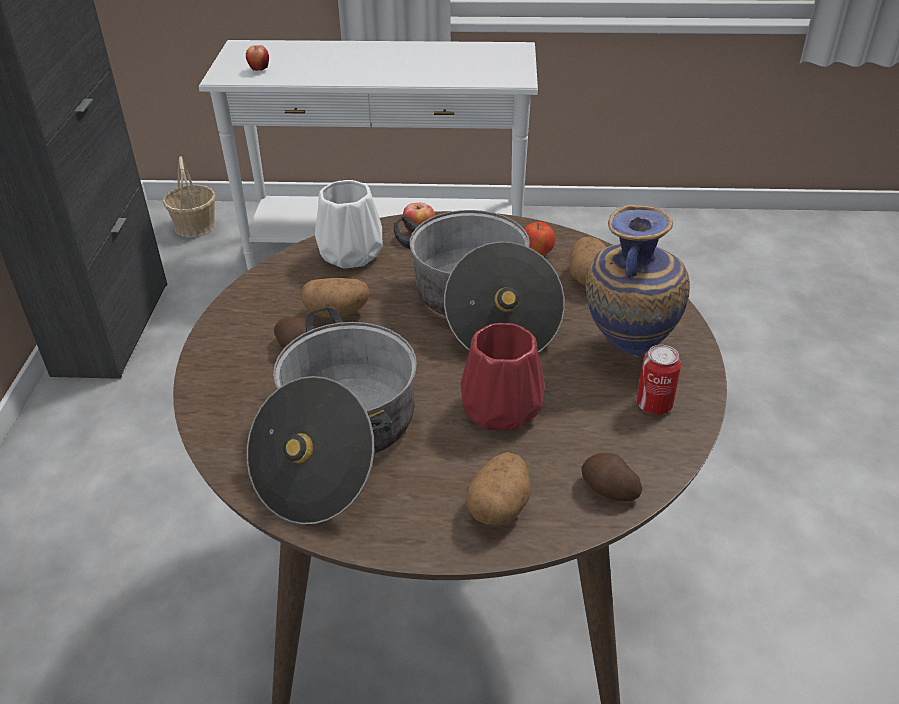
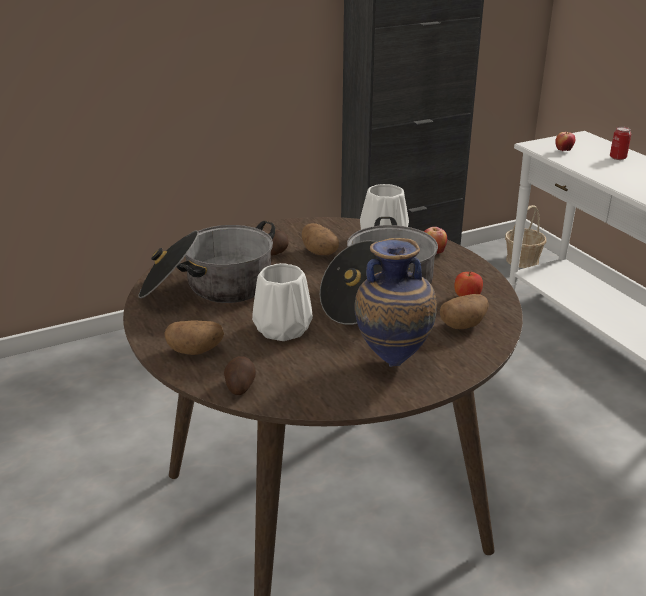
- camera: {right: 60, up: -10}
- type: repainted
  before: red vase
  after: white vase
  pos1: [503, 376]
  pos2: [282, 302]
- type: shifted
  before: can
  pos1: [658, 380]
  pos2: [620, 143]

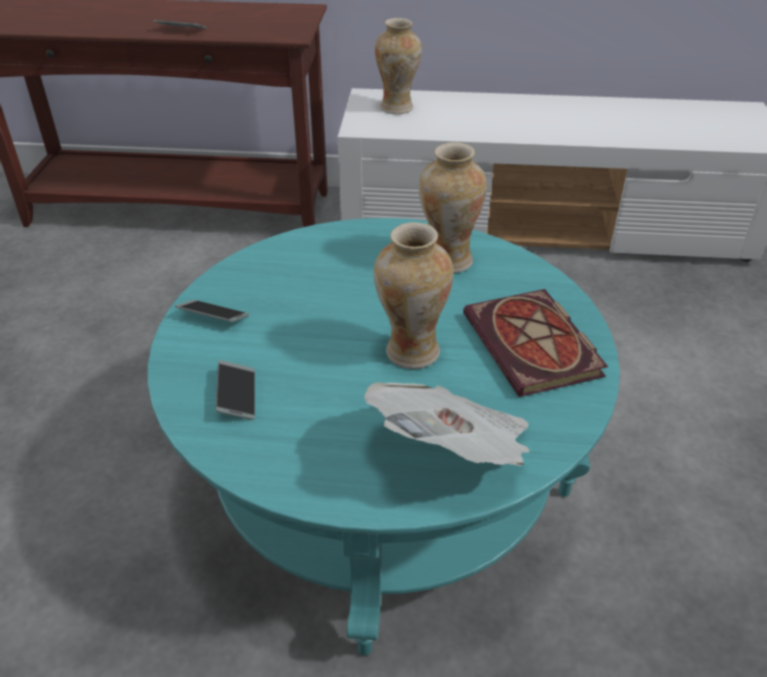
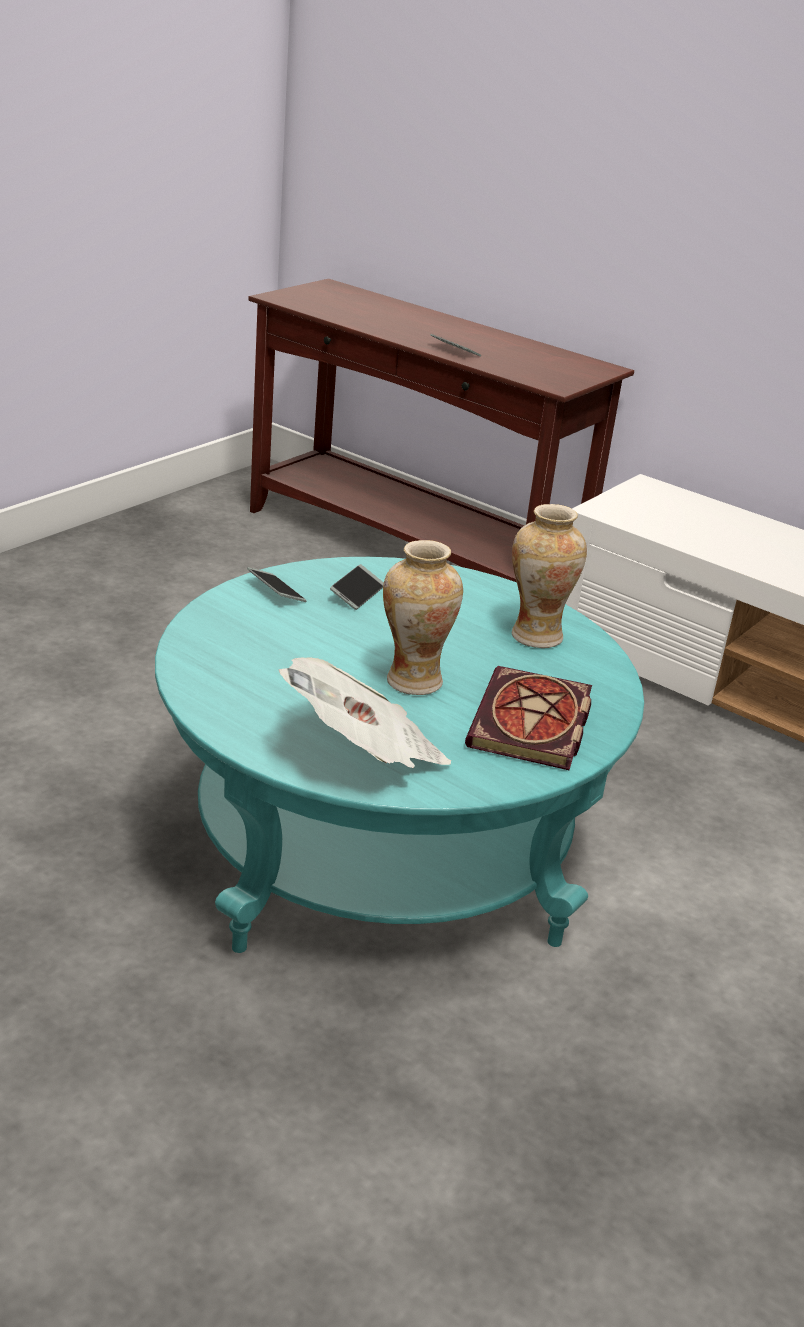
- camera: {right: 30, up: -10}
- type: shifted
  before: phone
  pos1: [235, 390]
  pos2: [357, 587]
- type: gone
  before: vase
  pos1: [398, 66]

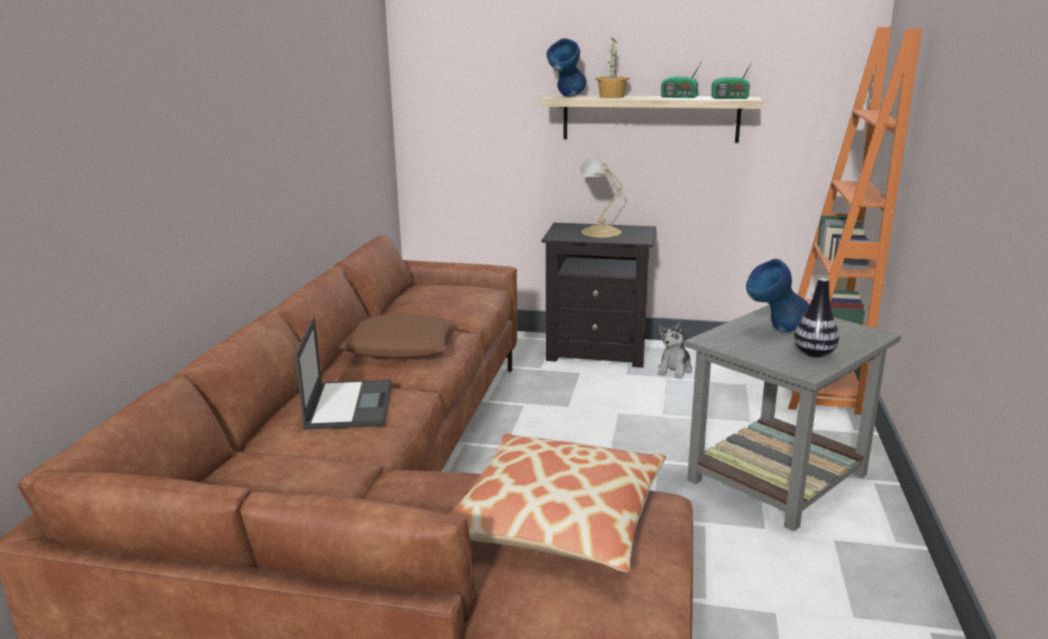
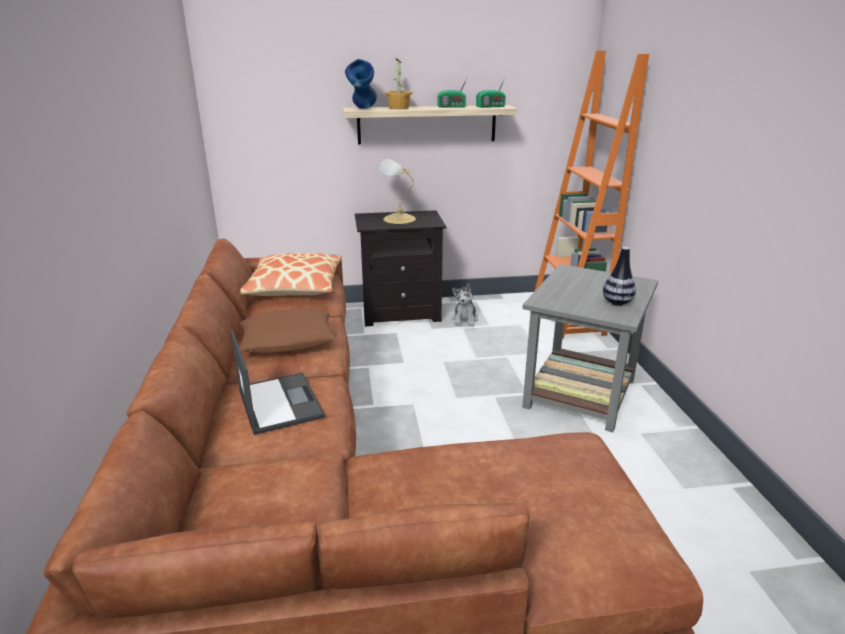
- camera: {right: -20, up: 5}
- type: shifted
  before: pillow
  pos1: [557, 503]
  pos2: [291, 274]
- type: gone
  before: blue vase
  pos1: [777, 295]

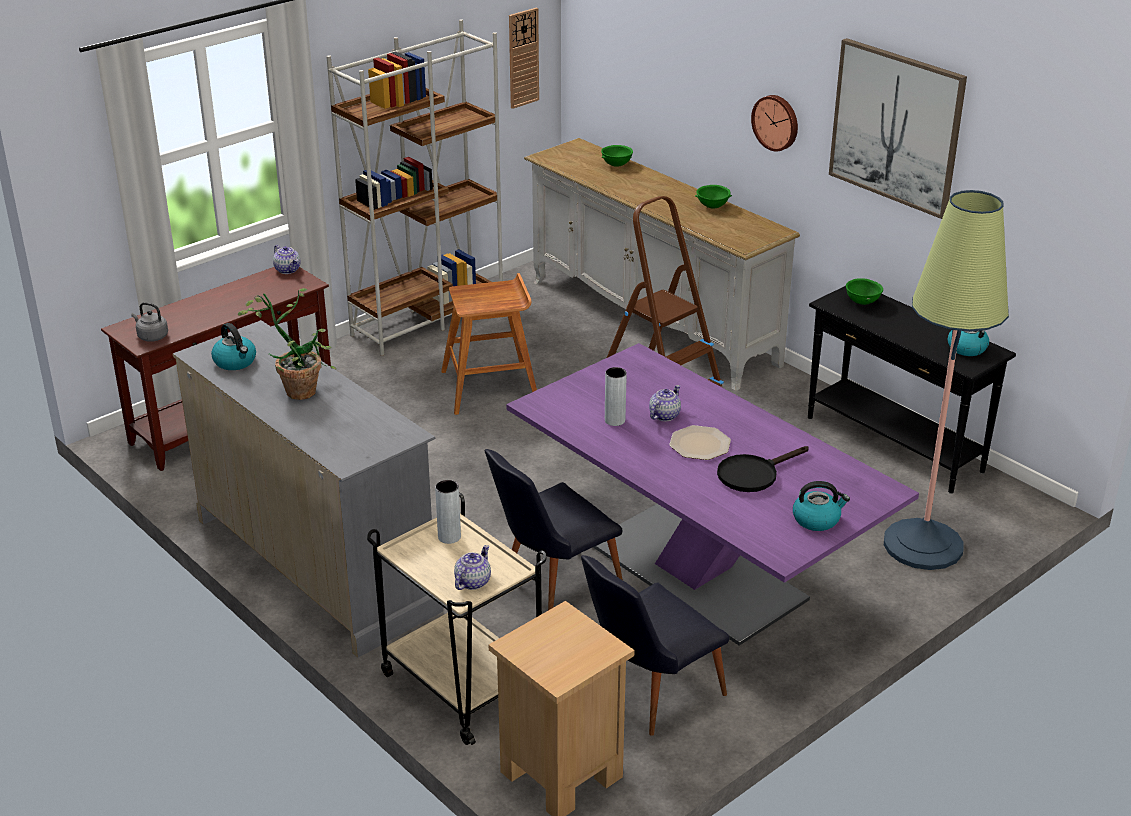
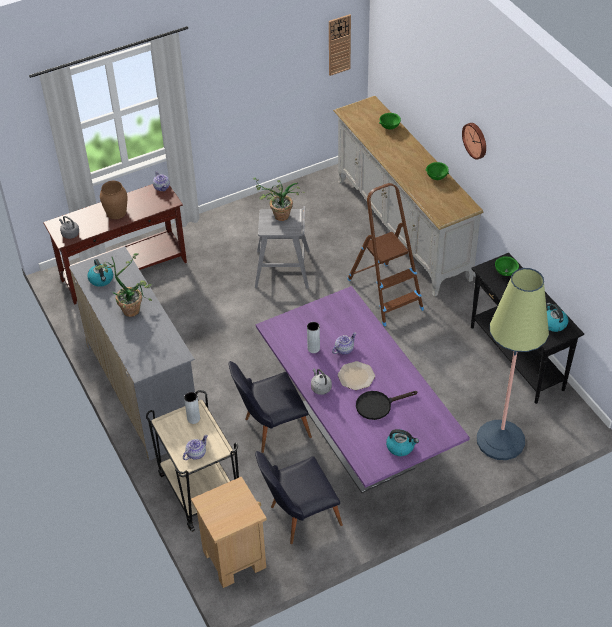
- camera: {right: 15, up: 15}
- type: gone
  before: brown bookcase
  pos1: [414, 187]
- type: repainted
  before: brown stool
  after: grey stool
  pos1: [489, 344]
  pos2: [282, 247]
- type: gone
  before: picture
  pos1: [898, 128]
- type: new
  after: brown vase
  pos2: [113, 200]
- type: new
  after: potted plant
  pos2: [278, 199]
- type: new
  after: grey kettle
  pos2: [321, 382]

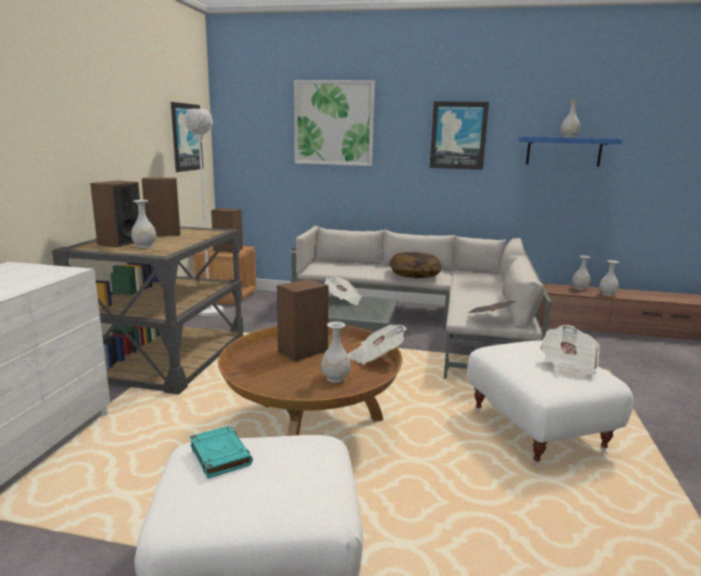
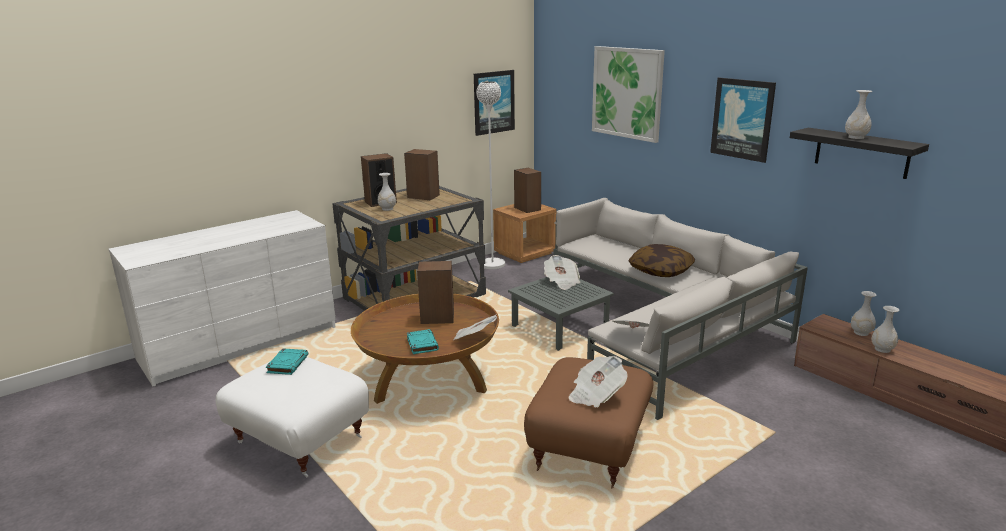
- camera: {right: 40, up: 5}
- type: swapped
  before: white vase
  after: turquoise book
  pos1: [336, 352]
  pos2: [423, 341]
- type: repainted
  before: white ottoman
  after: brown ottoman
  pos1: [550, 404]
  pos2: [589, 423]
- type: repainted
  before: blue shelf
  after: black shelf
  pos1: [570, 152]
  pos2: [859, 153]

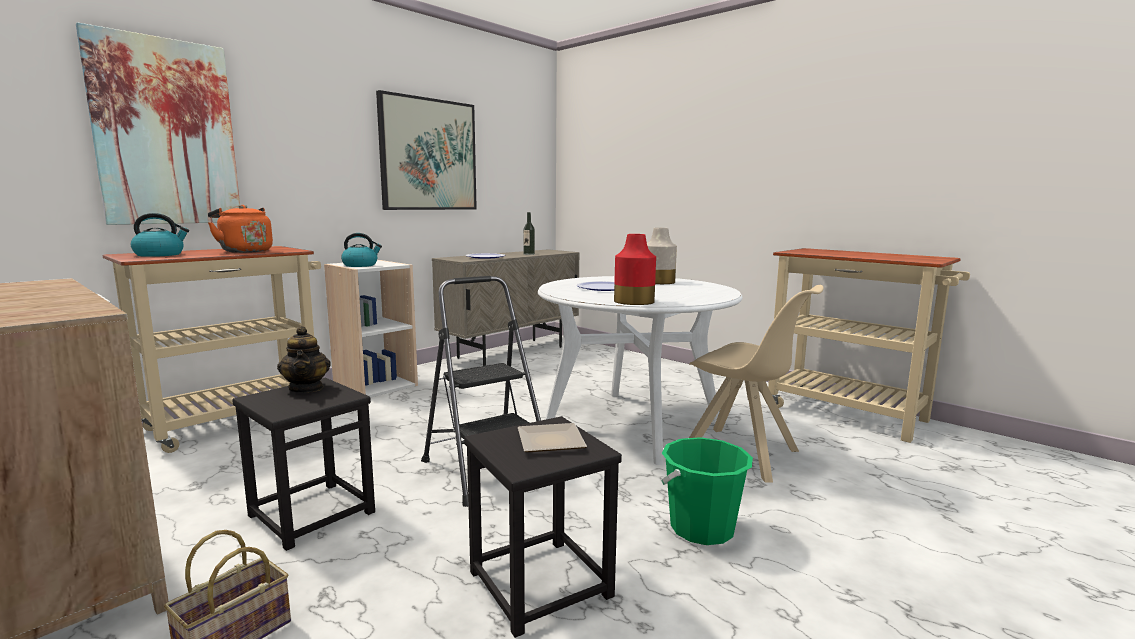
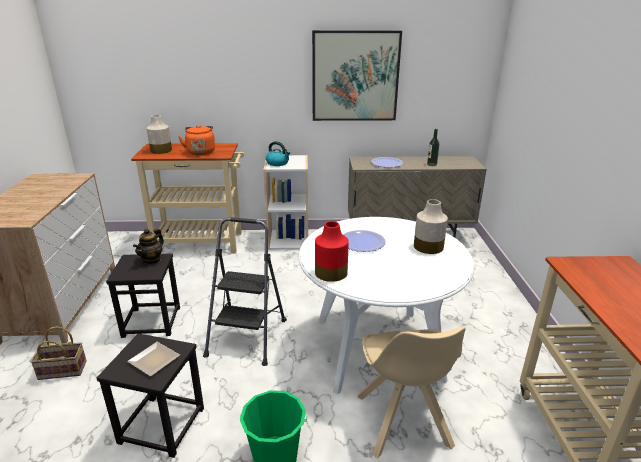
- camera: {right: 45, up: 15}
- type: gone
  before: picture
  pos1: [158, 123]
- type: swapped
  before: kettle
  after: beige vase
  pos1: [160, 235]
  pos2: [159, 134]

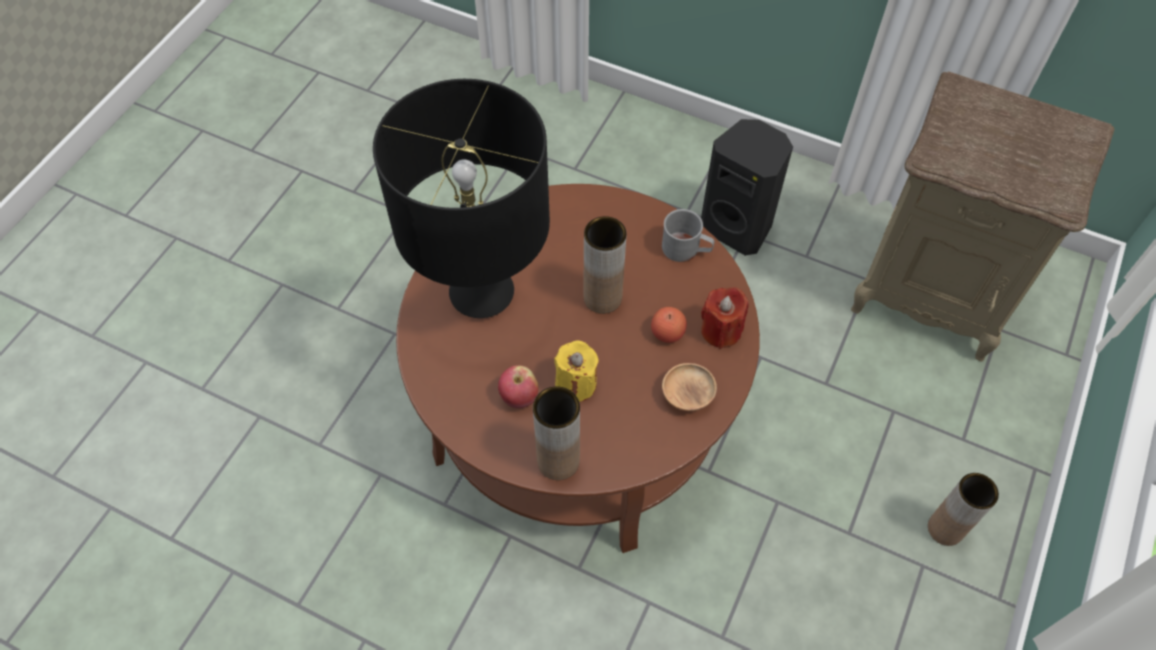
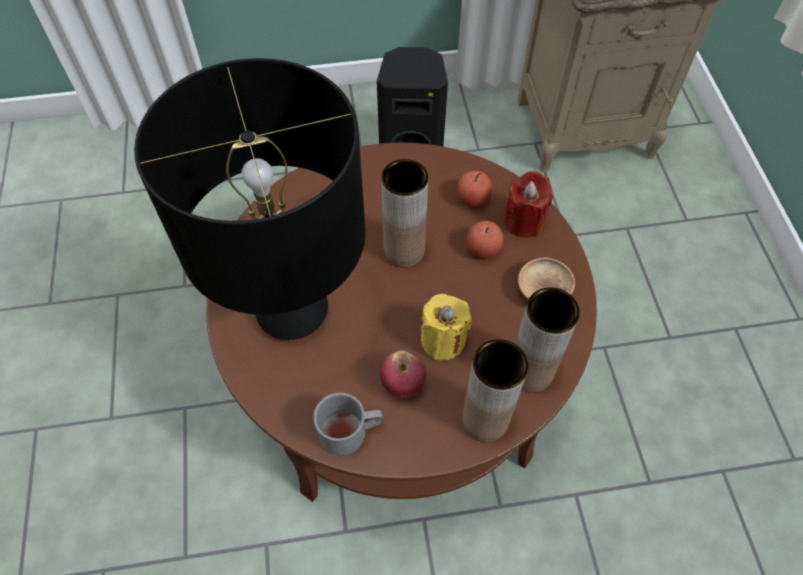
- camera: {right: -35, up: 0}
- type: shifted
  before: grey mug
  pos1: [688, 235]
  pos2: [348, 424]
- type: shifted
  before: brown vase
  pos1: [963, 509]
  pos2: [547, 340]
- type: new
  after: apple
  pos2: [474, 189]

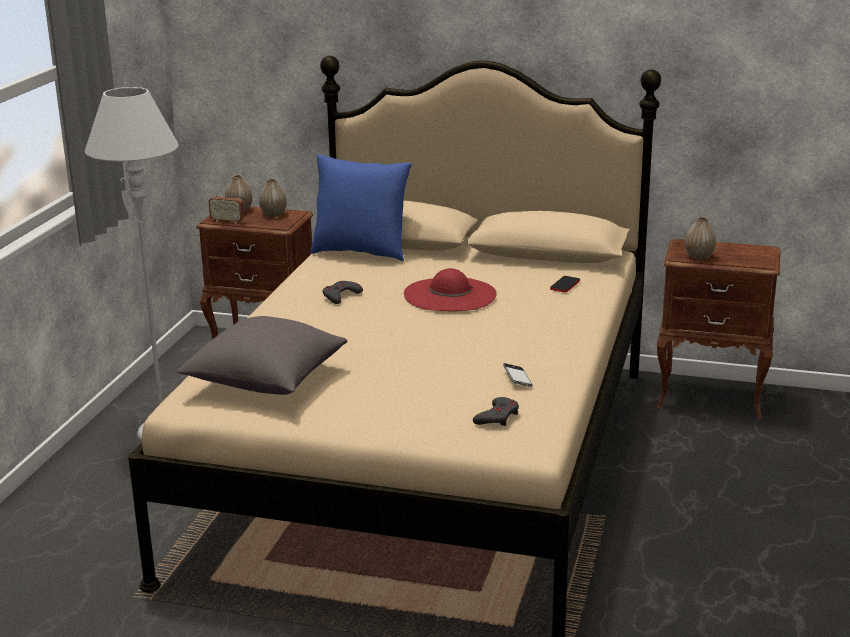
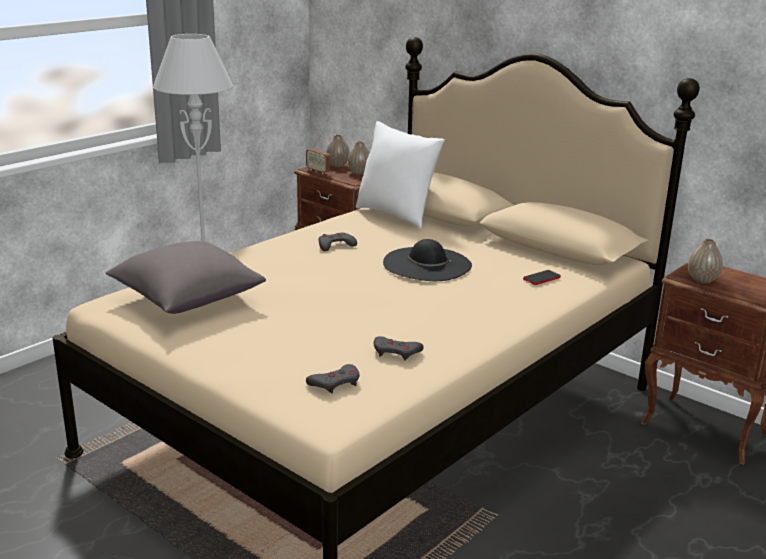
- camera: {right: 25, up: 0}
- type: repainted
  before: blue pillow
  after: white pillow
  pos1: [361, 208]
  pos2: [400, 175]
- type: repainted
  before: red hat
  after: black hat
  pos1: [450, 289]
  pos2: [427, 260]
- type: swapped
  before: phone
  after: grey game controller
  pos1: [518, 375]
  pos2: [399, 348]

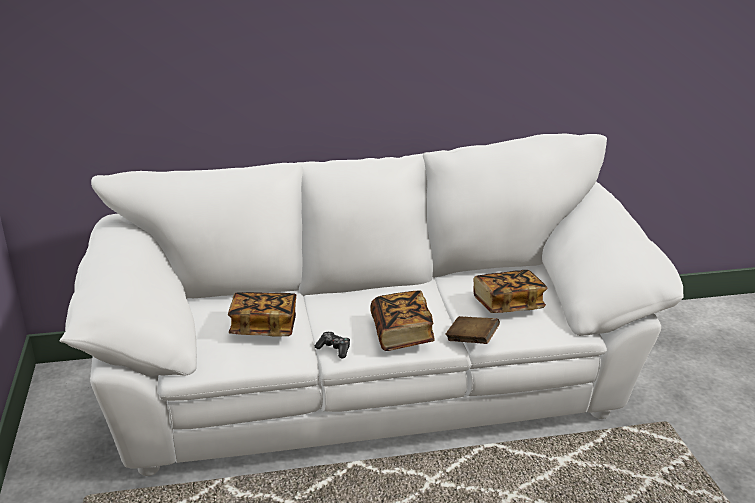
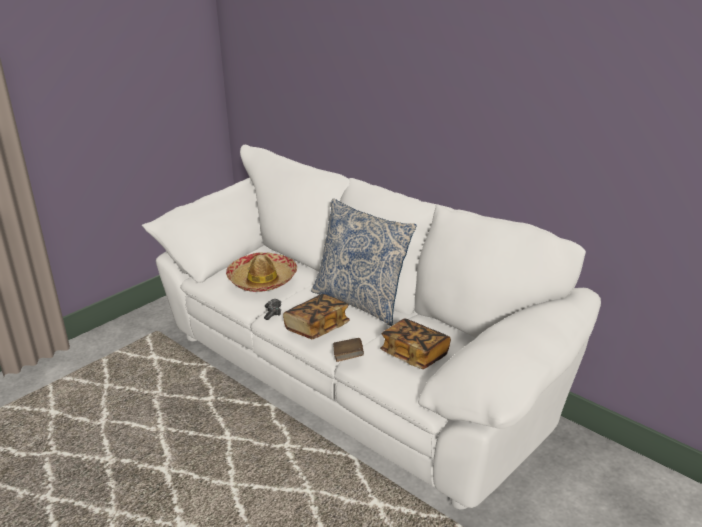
- camera: {right: 55, up: 0}
- type: swapped
  before: book
  after: hat
  pos1: [262, 314]
  pos2: [261, 272]
- type: new
  after: pillow
  pos2: [364, 262]

